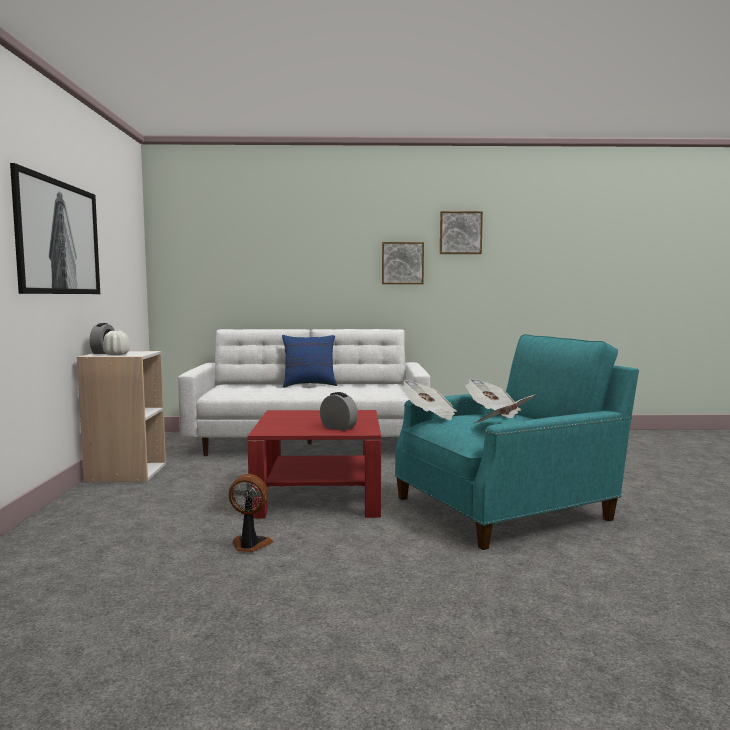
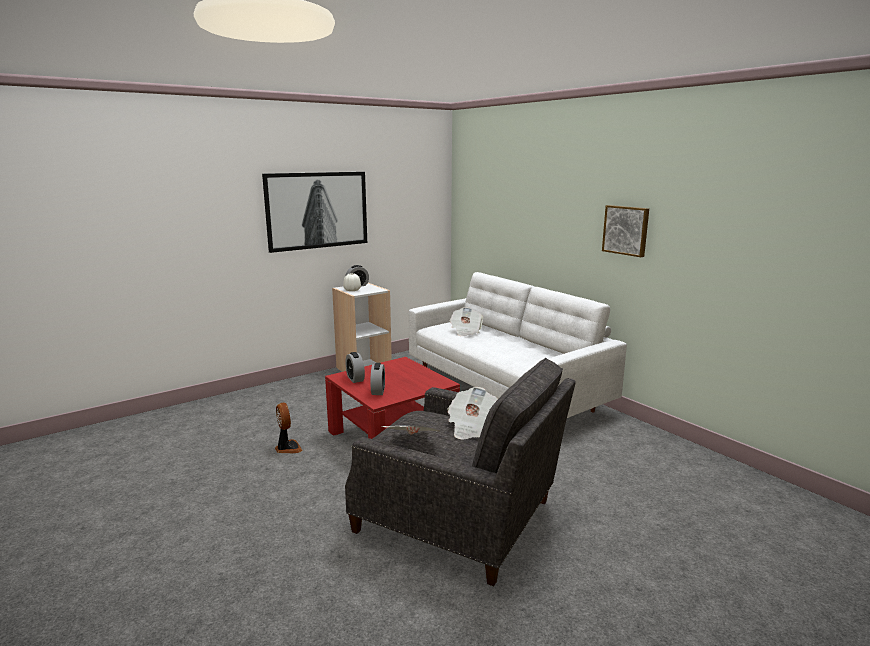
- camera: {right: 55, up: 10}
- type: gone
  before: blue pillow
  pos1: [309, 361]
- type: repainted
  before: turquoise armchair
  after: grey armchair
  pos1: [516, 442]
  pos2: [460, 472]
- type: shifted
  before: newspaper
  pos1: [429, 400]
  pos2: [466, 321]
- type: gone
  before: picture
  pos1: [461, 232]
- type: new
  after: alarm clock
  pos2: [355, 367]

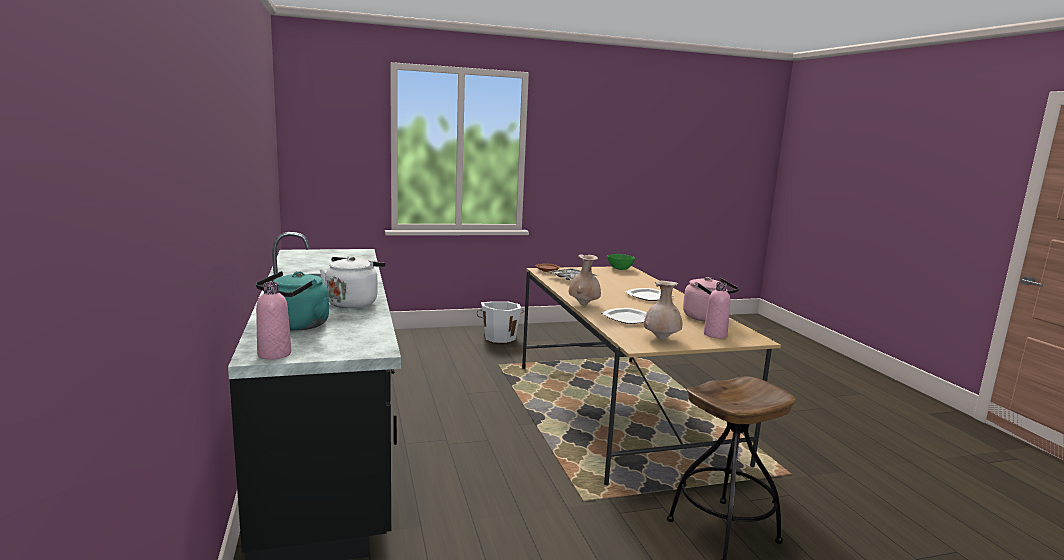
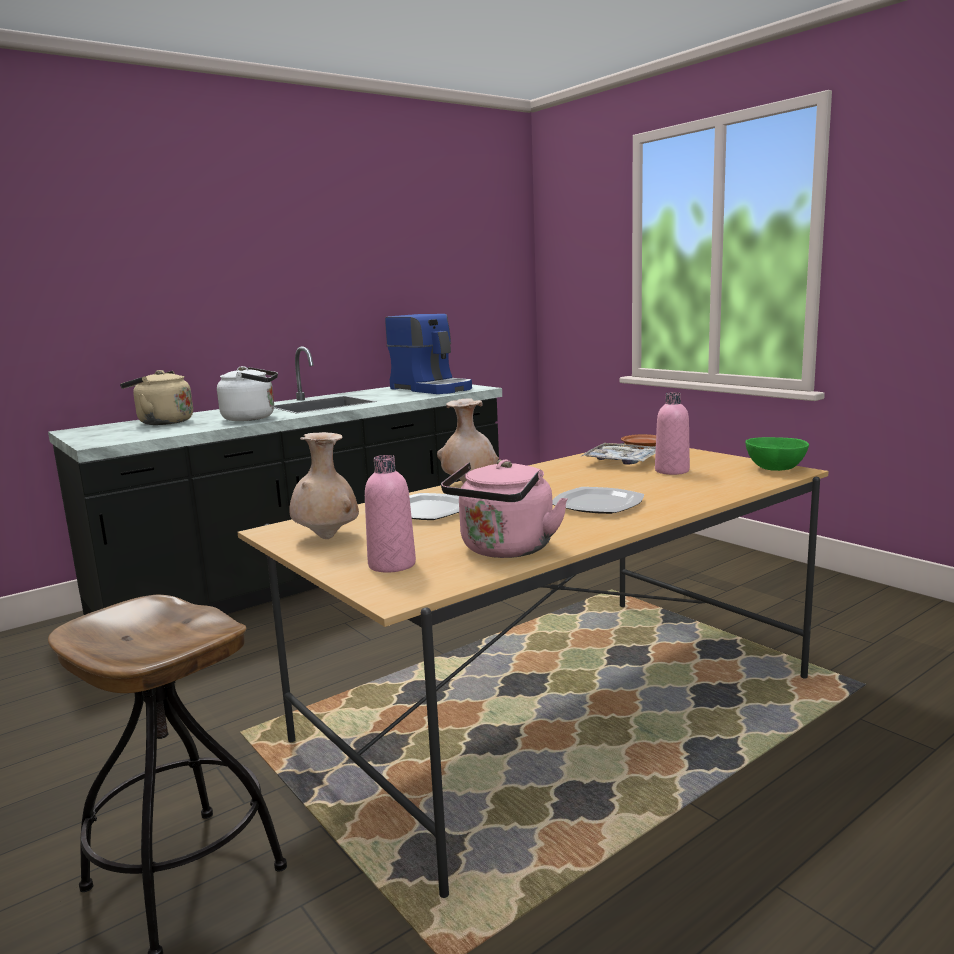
- camera: {right: 70, up: 0}
- type: repainted
  before: turquoise kettle
  after: beige kettle
  pos1: [292, 300]
  pos2: [156, 397]
- type: shifted
  before: pink bottle
  pos1: [273, 321]
  pos2: [672, 433]
- type: gone
  before: white bucket
  pos1: [500, 322]
- type: new
  after: coffee machine
  pos2: [428, 354]

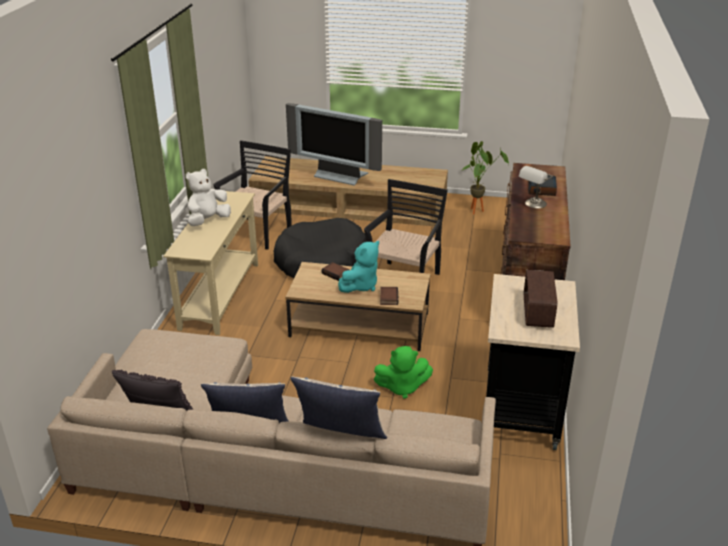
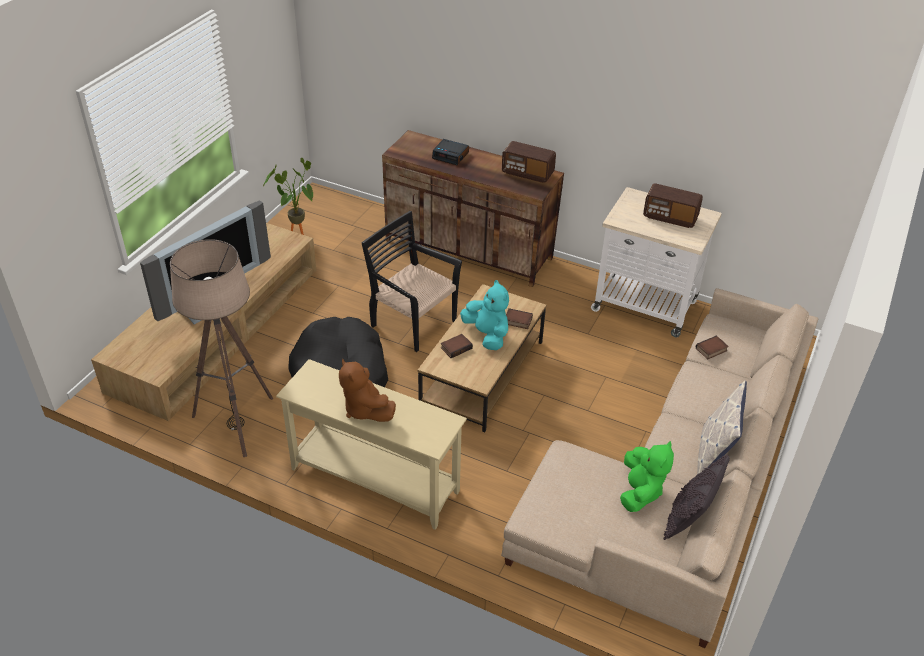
- camera: {right: -75, up: 10}
- type: repainted
  before: white plush toy
  after: brown plush toy
  pos1: [208, 197]
  pos2: [367, 390]
- type: swapped
  before: black armchair
  after: floor lamp
  pos1: [252, 195]
  pos2: [221, 348]
- type: gone
  before: pillow
  pos1: [339, 408]
- type: shifted
  before: green plush toy
  pos1: [403, 372]
  pos2: [647, 476]
- type: repainted
  before: black cart
  after: white cart
  pos1: [533, 362]
  pos2: [656, 262]
- type: gone
  before: white table lamp
  pos1: [536, 187]
- type: new
  after: radio
  pos2: [529, 162]
- type: new
  after: book
  pos2: [712, 347]

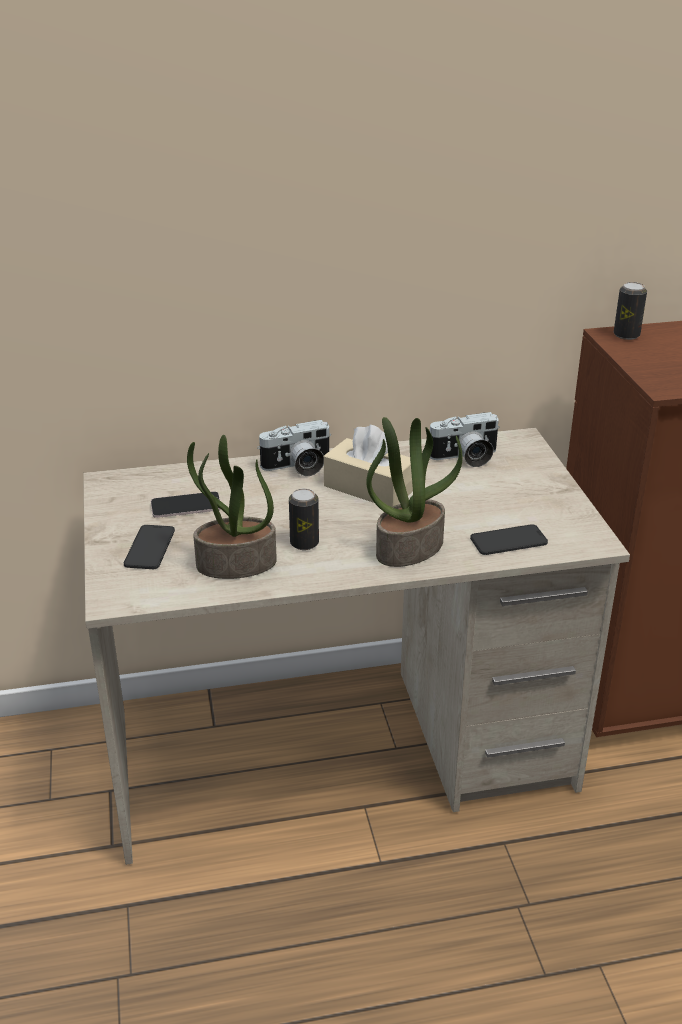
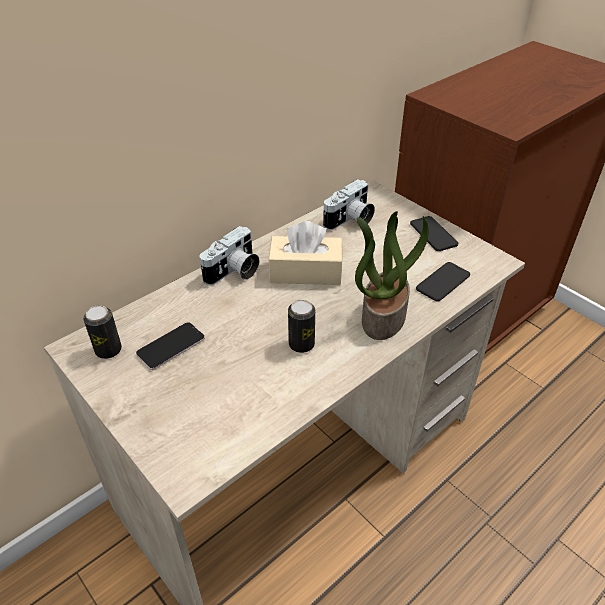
- camera: {right: -30, up: 10}
- type: shifted
  before: phone
  pos1: [149, 547]
  pos2: [434, 233]
- type: gone
  before: potted plant
  pos1: [232, 507]
- type: shifted
  before: can
  pos1: [630, 311]
  pos2: [102, 332]

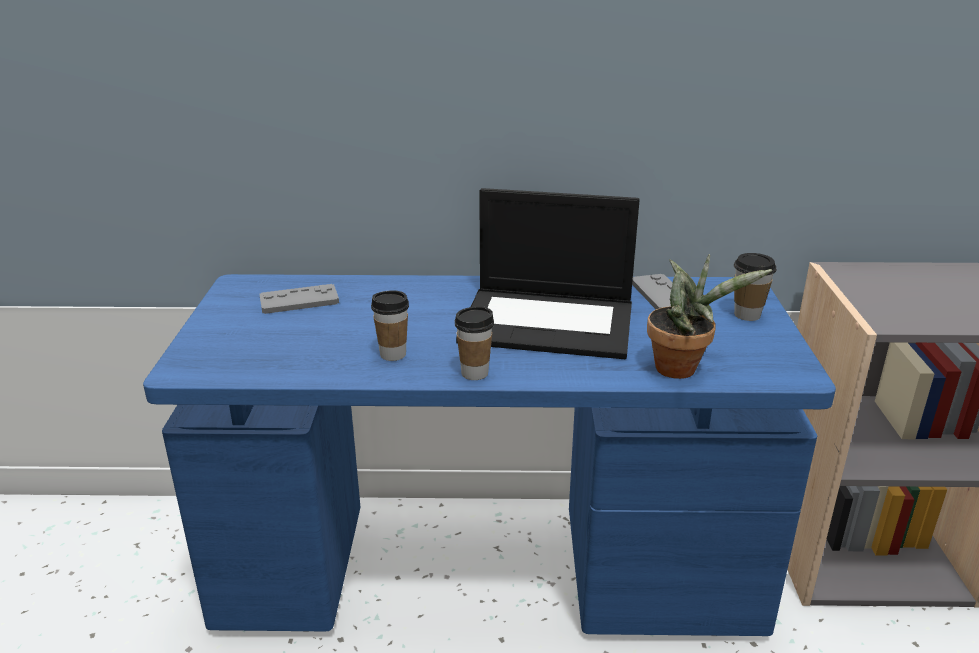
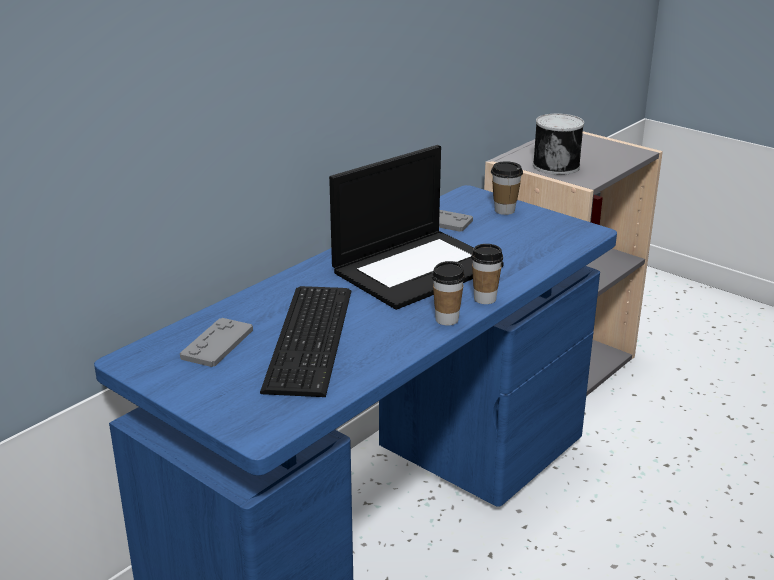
- camera: {right: -50, up: 0}
- type: shifted
  before: cup
  pos1: [390, 325]
  pos2: [487, 274]
- type: gone
  before: potted plant
  pos1: [709, 316]
- type: new
  after: keyboard
  pos2: [305, 341]
- type: new
  after: can
  pos2: [558, 144]

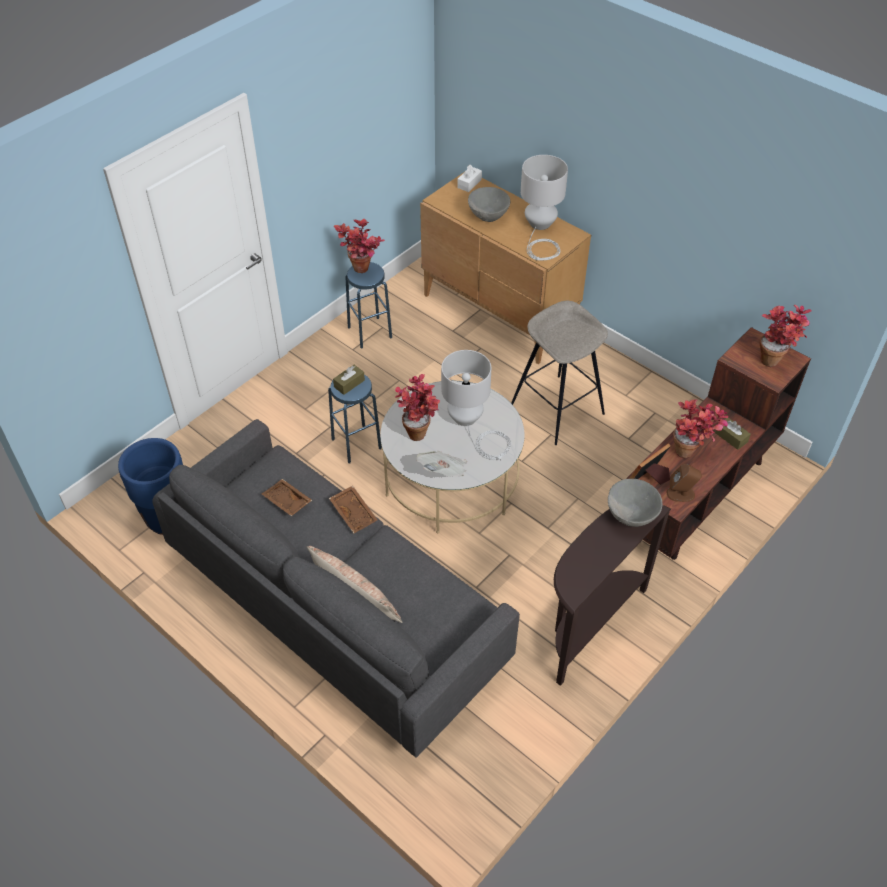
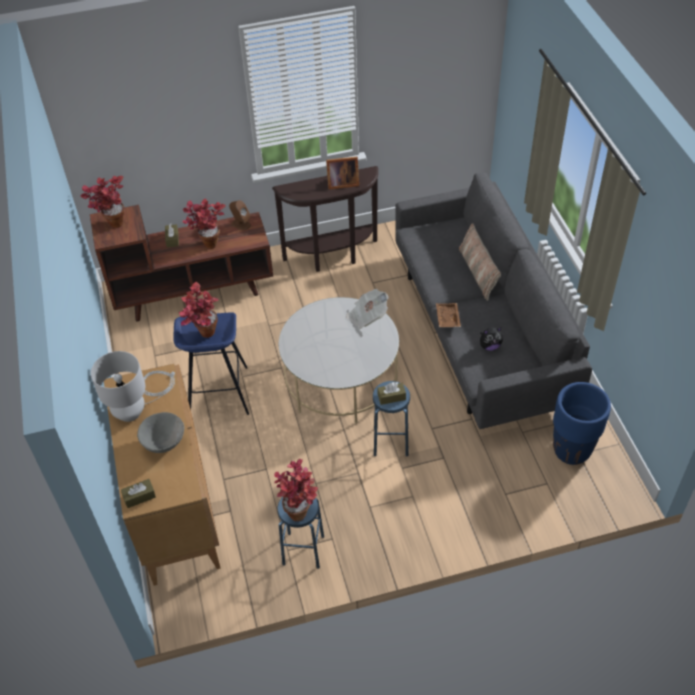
- camera: {right: -145, up: 0}
- type: swapped
  before: brown tray
  after: plush toy
  pos1: [287, 497]
  pos2: [491, 339]
- type: shifted
  before: potted plant
  pos1: [417, 407]
  pos2: [199, 310]
- type: gone
  before: grey table lamp
  pos1: [476, 405]
- type: repainted
  before: white tissue box
  after: brown tissue box
  pos1: [469, 178]
  pos2: [138, 493]
- type: repainted
  before: grey stool
  after: blue stool
  pos1: [559, 373]
  pos2: [211, 363]
- type: gone
  before: grey bowl
  pos1: [635, 503]
- type: shifted
  before: picture frame
  pos1: [650, 464]
  pos2: [342, 173]

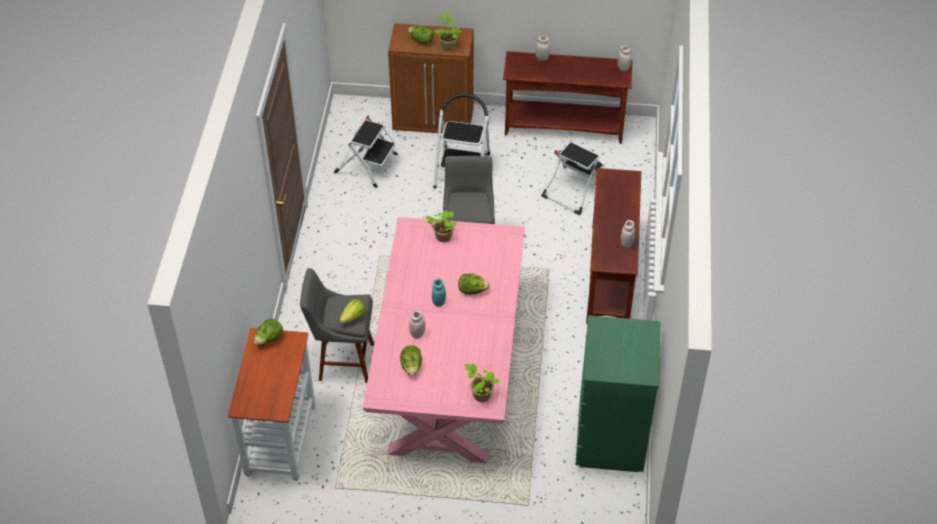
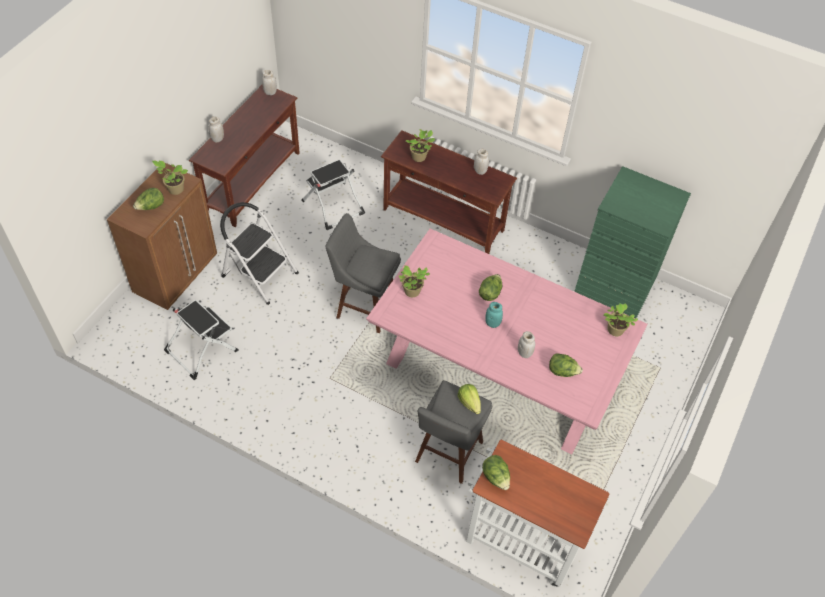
- camera: {right: -70, up: 5}
- type: new
  after: potted plant
  pos2: [420, 145]

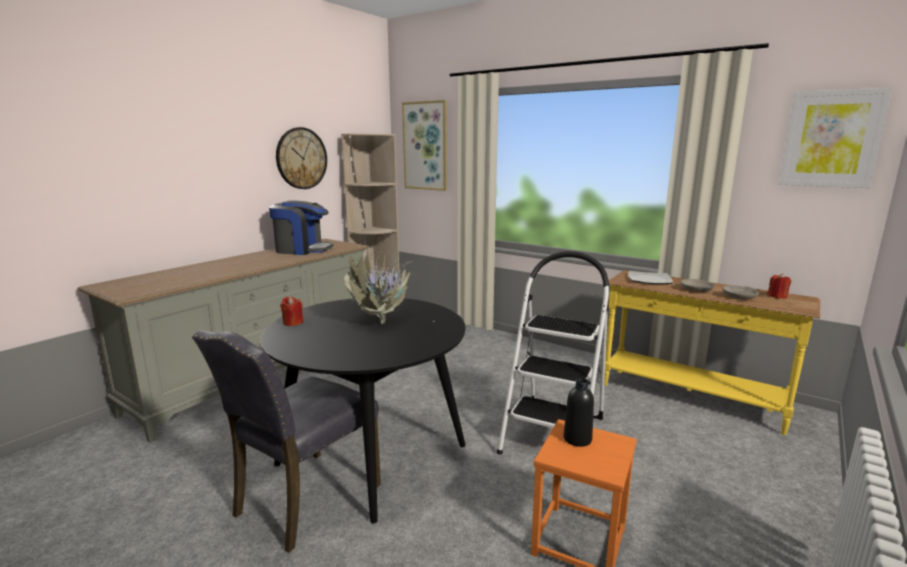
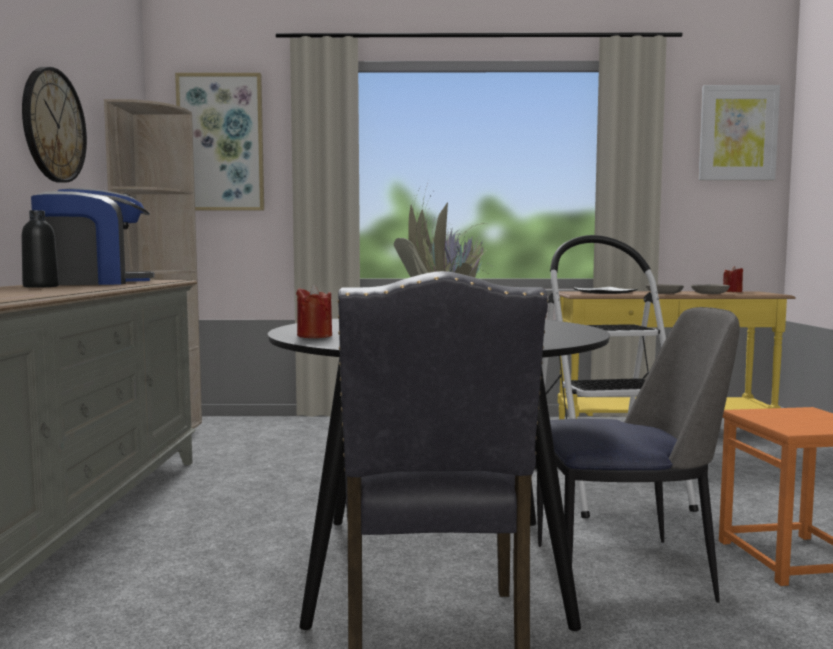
- camera: {right: -35, up: -10}
- type: shifted
  before: black bottle
  pos1: [579, 412]
  pos2: [40, 249]
- type: new
  after: chair
  pos2: [638, 454]

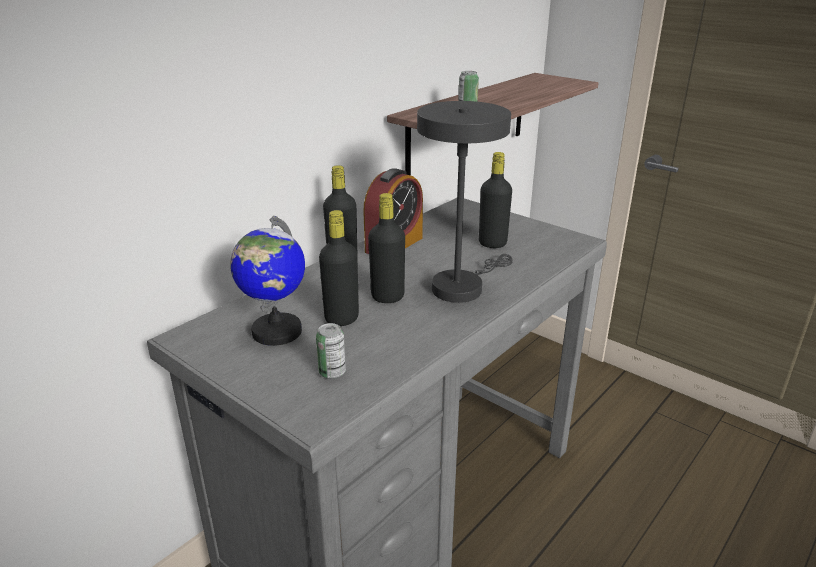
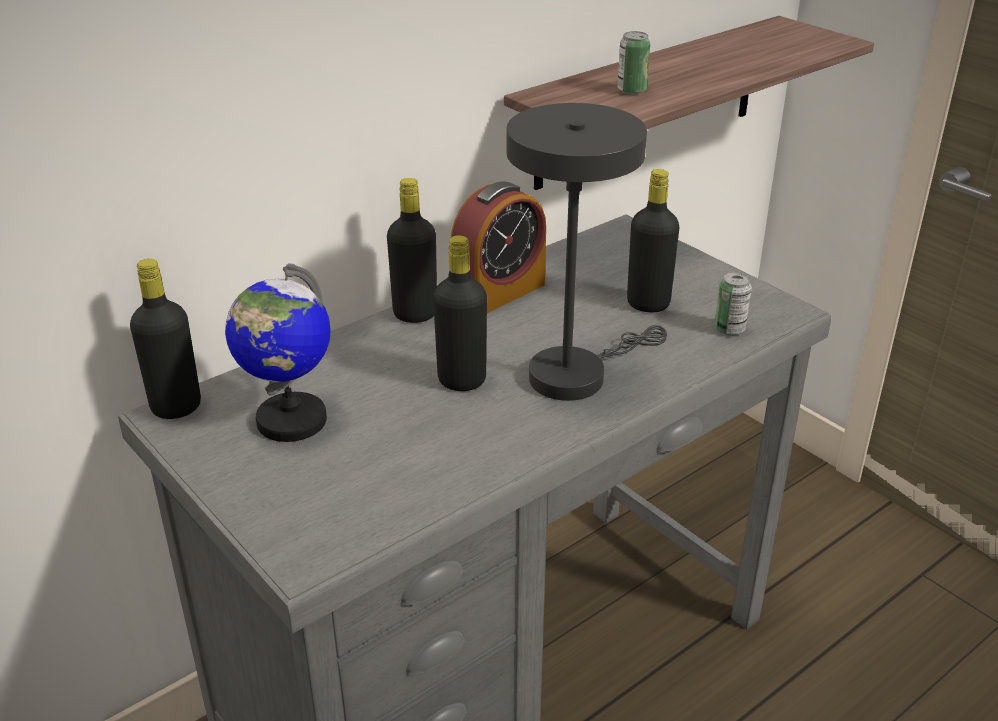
- camera: {right: 10, up: 5}
- type: shifted
  before: can
  pos1: [331, 351]
  pos2: [733, 304]
- type: shifted
  before: black bottle
  pos1: [339, 268]
  pos2: [165, 339]

